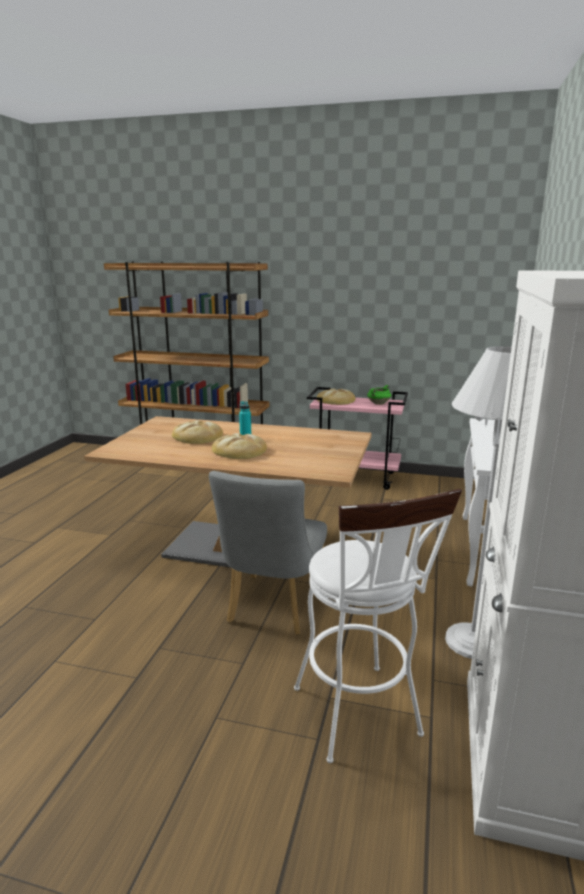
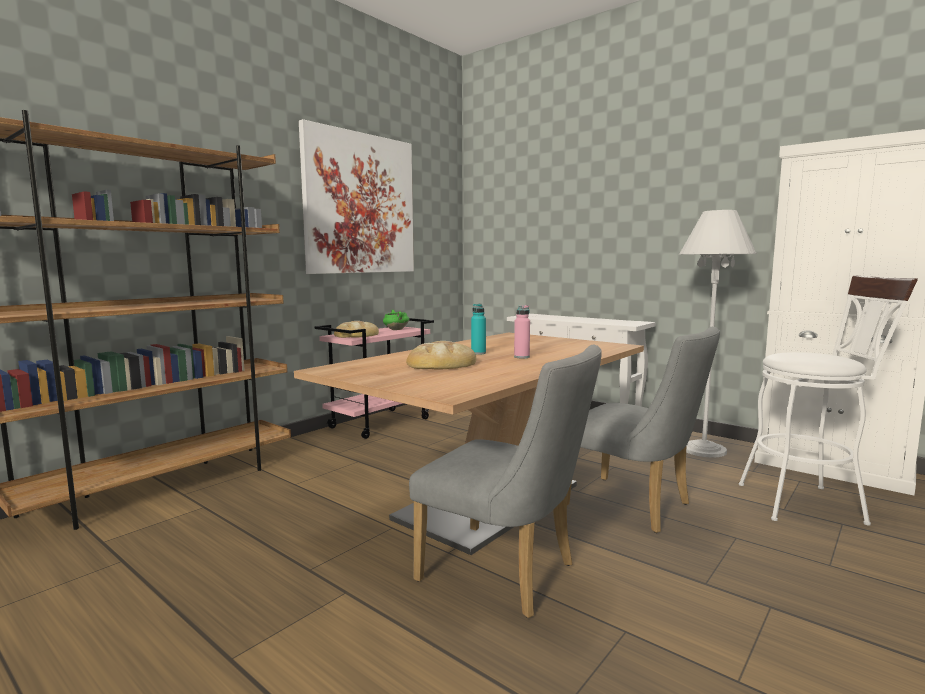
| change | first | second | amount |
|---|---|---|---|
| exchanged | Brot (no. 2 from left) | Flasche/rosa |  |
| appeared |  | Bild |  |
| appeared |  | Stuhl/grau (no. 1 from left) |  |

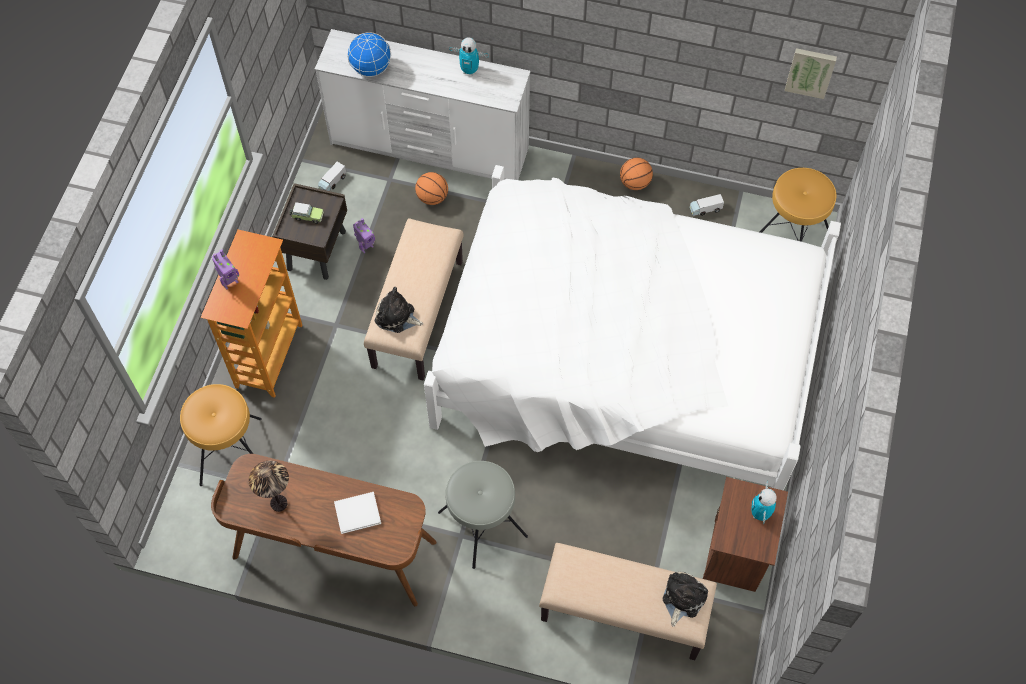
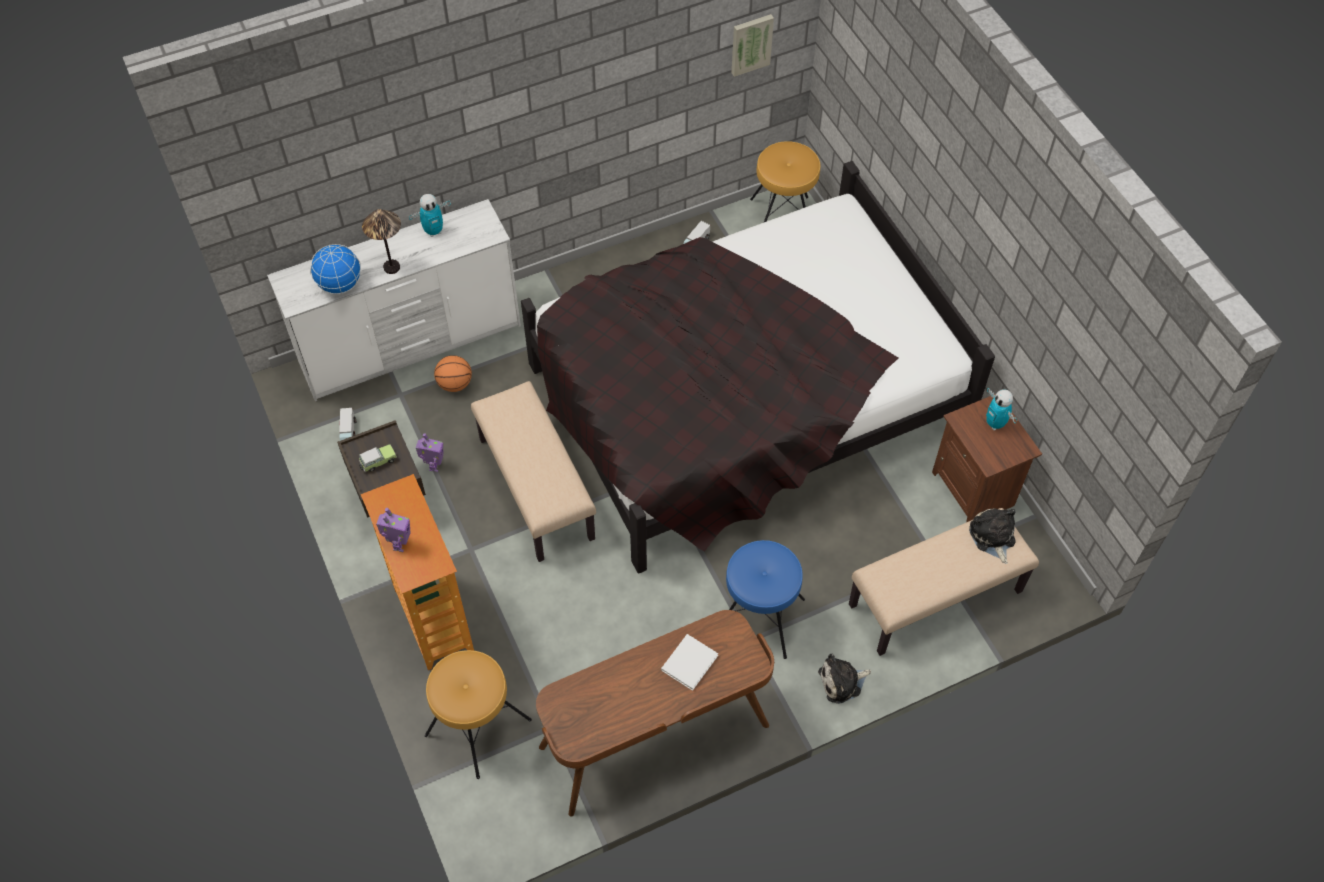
| change | first | second | amount |
|---|---|---|---|
| relocated | Tischlampe |  |  |
| relocated | Plüschtier (no. 1 from left) |  |  |
| colour | Bett/weiß | Bett/schwarz |  |
| colour | Hocker/grau | Hocker/blau |  |
| missing | Basketball (no. 2 from left) |  |  |

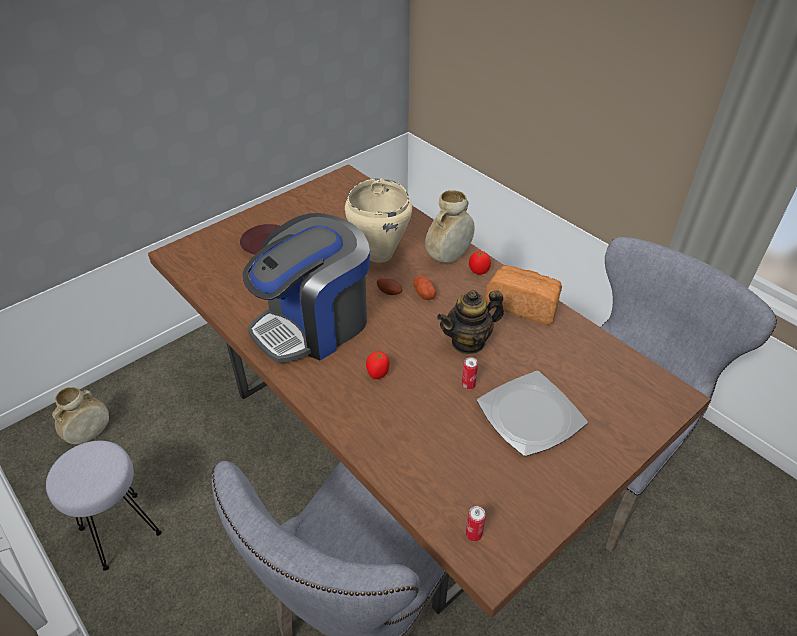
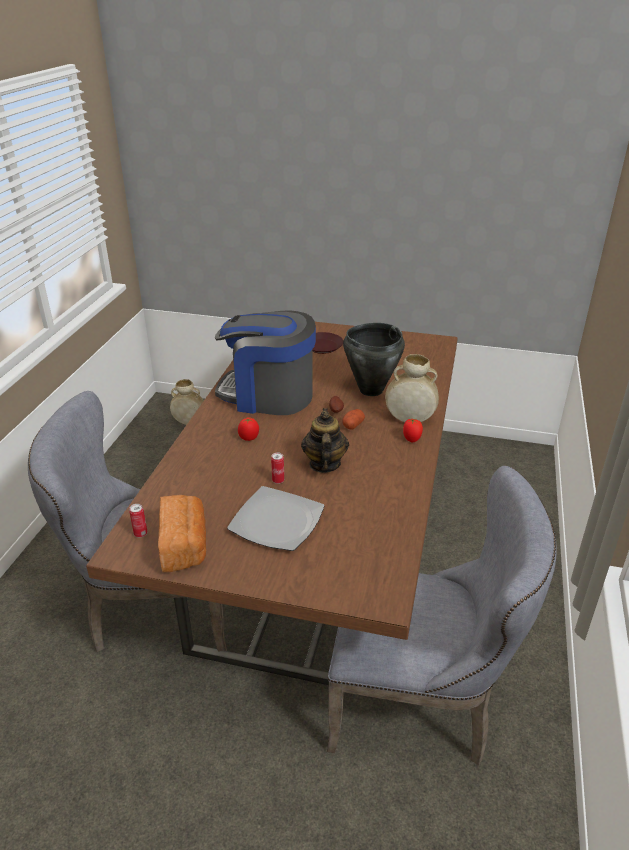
| change | first | second | amount |
|---|---|---|---|
| missing | Hocker/grau |  |  |
| colour | Kochtopf/beige | Kochtopf/schwarz |  |
| spun | Teekanne |  | 60 degrees clockwise |
| relocated | Brot |  |  |

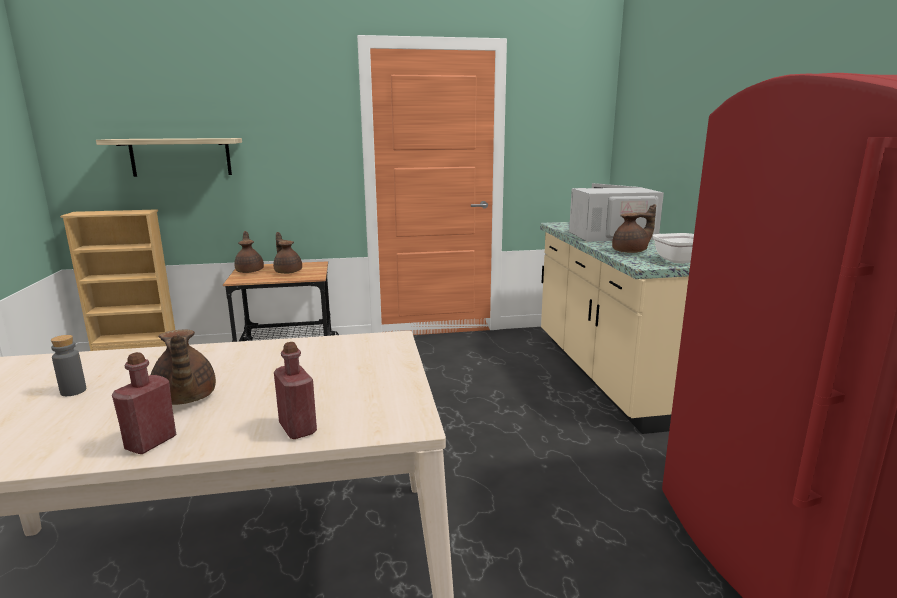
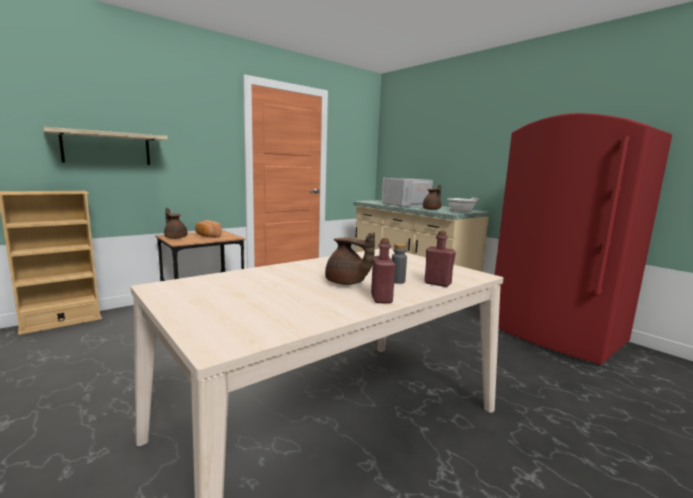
| change | first | second | amount |
|---|---|---|---|
| relocated | Flasche/grau |  |  |
| exchanged | Teekanne/braun (no. 3 from left) | Brot |  |

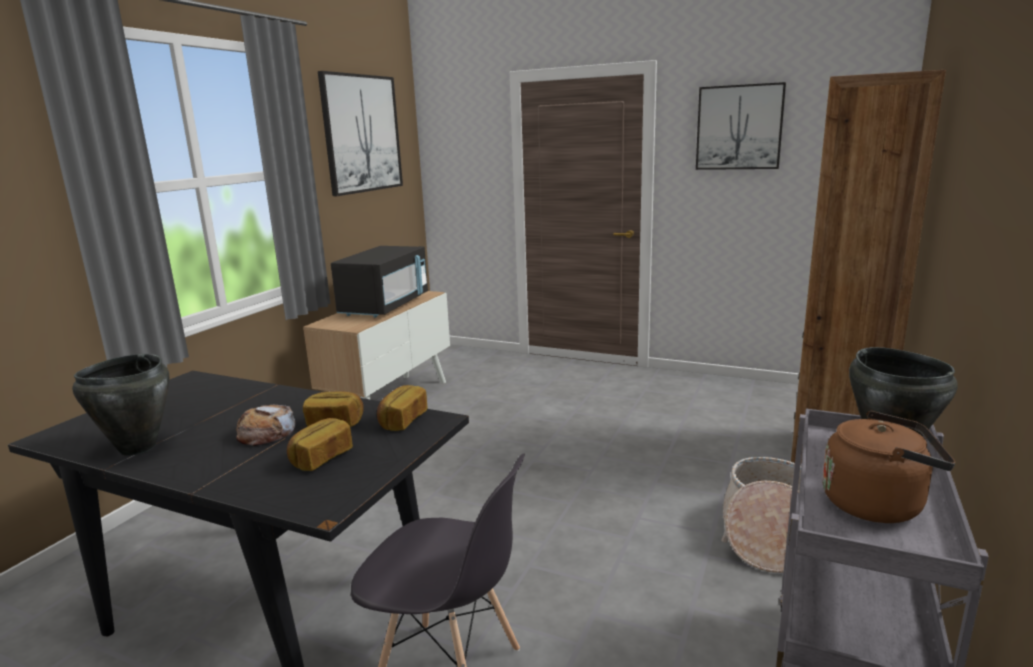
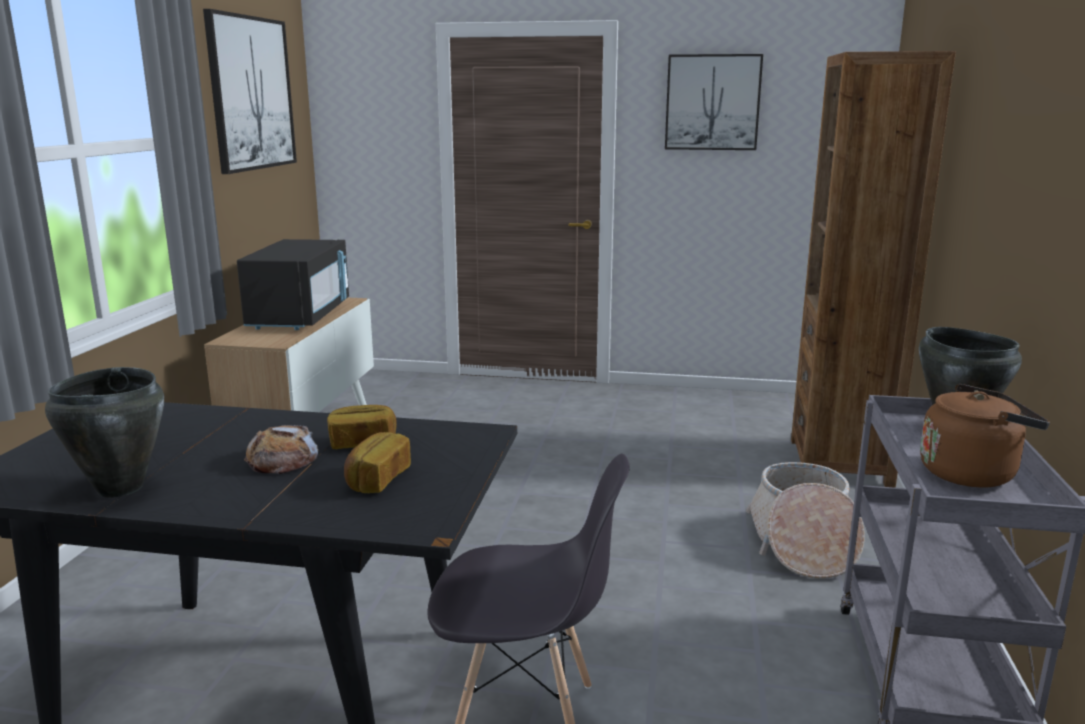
| change | first | second | amount |
|---|---|---|---|
| missing | Brot (no. 4 from left) |  |  |

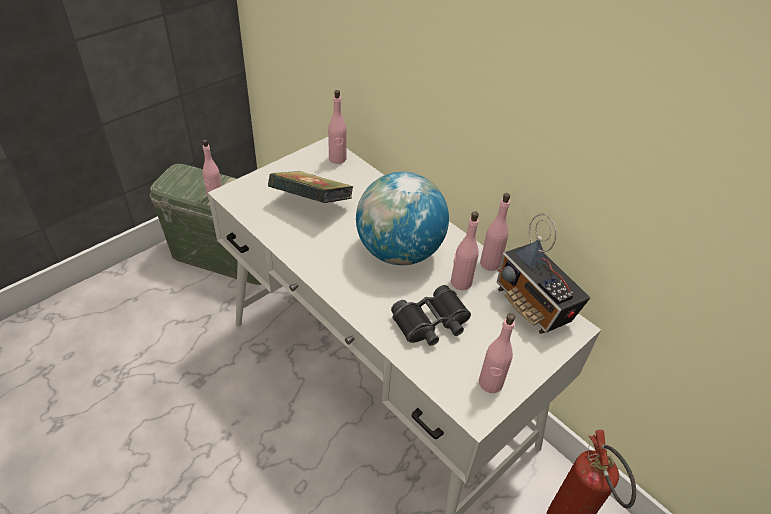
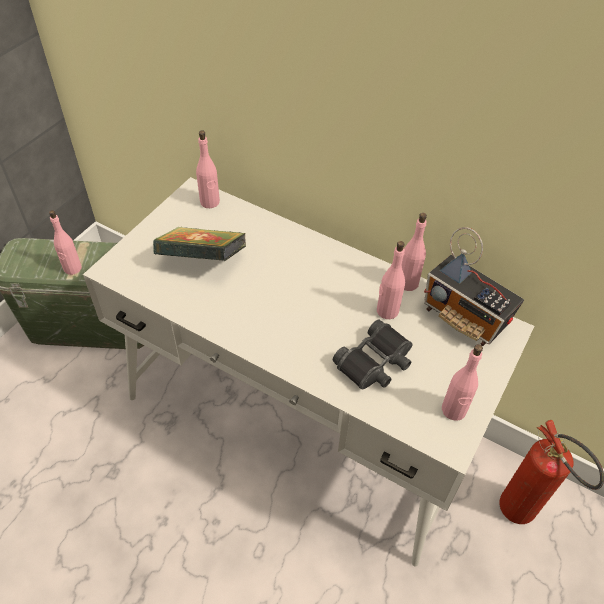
| change | first | second | amount |
|---|---|---|---|
| missing | Globus |  |  |

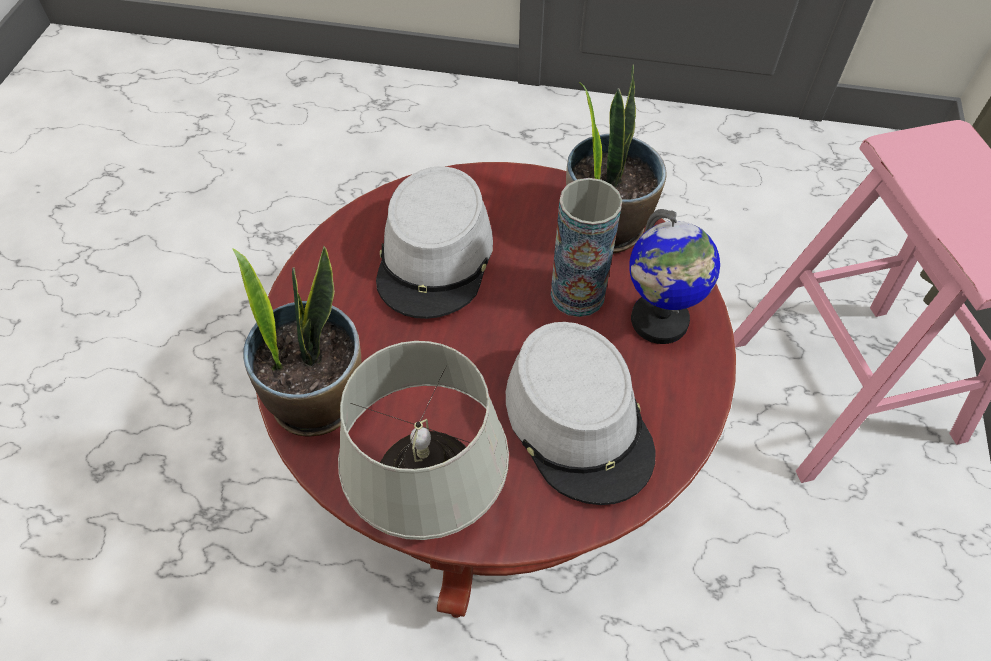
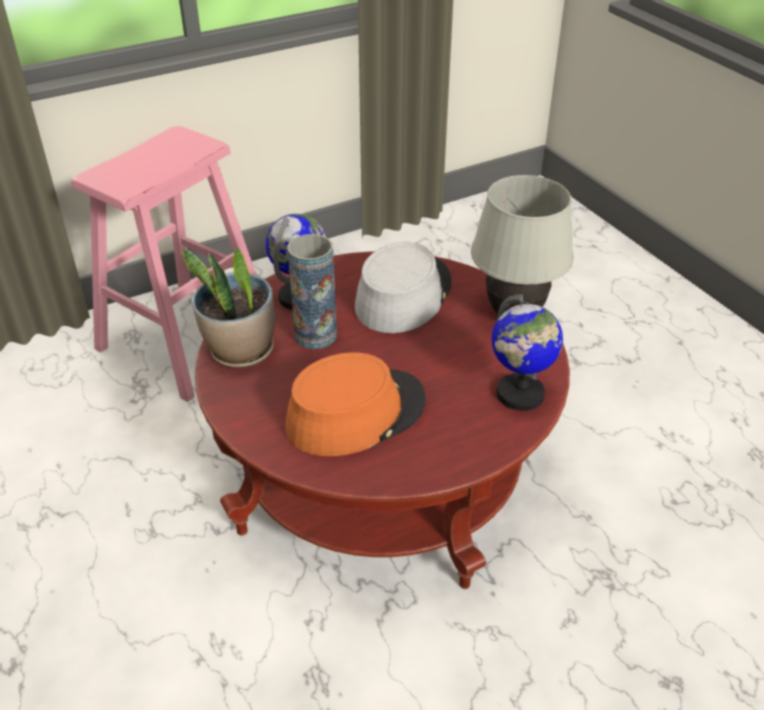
| change | first | second | amount |
|---|---|---|---|
| exchanged | Topfpflanze (no. 1 from left) | Globus (no. 2 from left) |  |
| colour | Hut/grau (no. 1 from left) | Hut/orange |  |

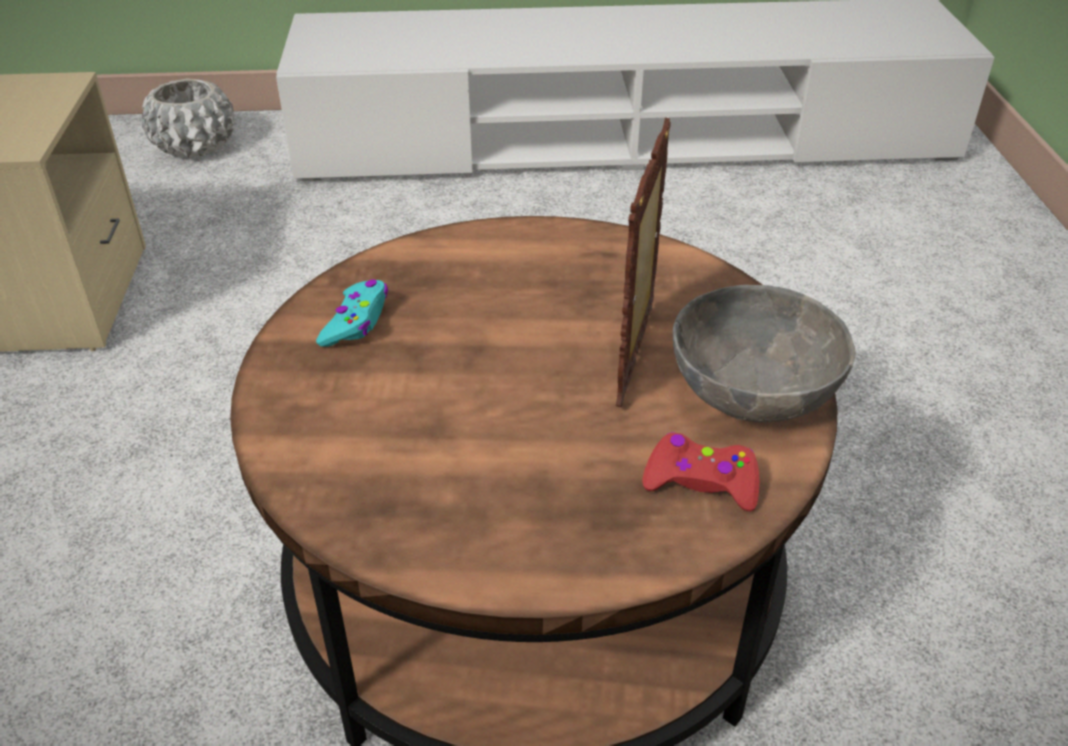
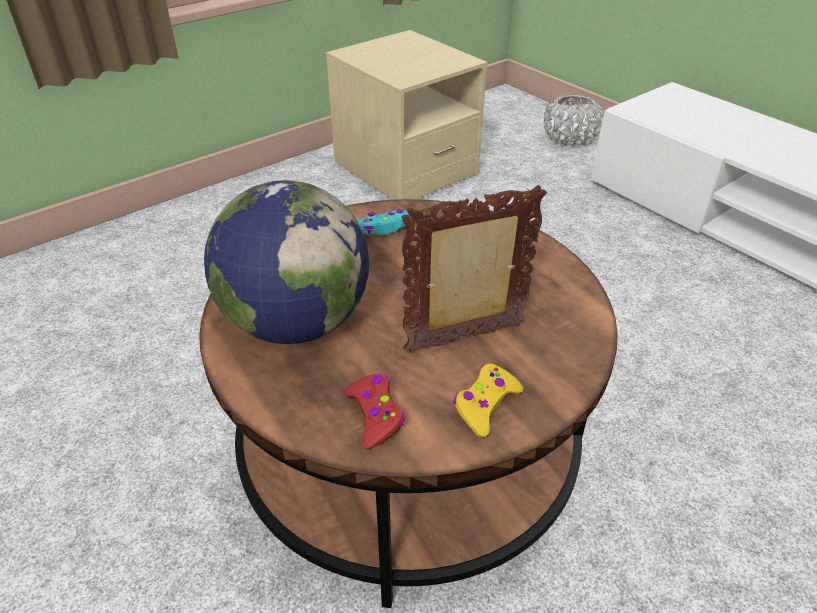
| change | first | second | amount |
|---|---|---|---|
| exchanged | Schüssel/grau | Gamepad/gelb |  |
| appeared |  | Globus |  |

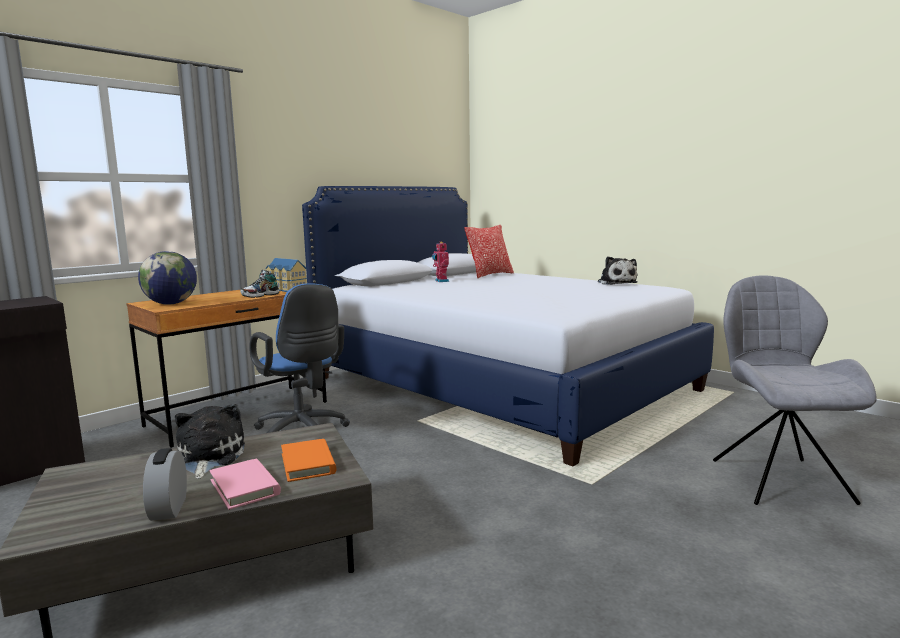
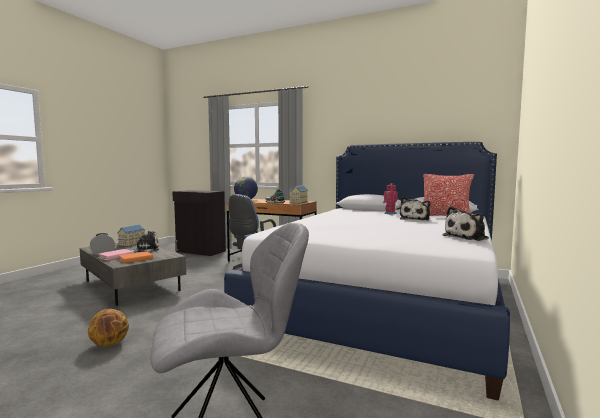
| change | first | second | amount |
|---|---|---|---|
| appeared |  | Basketball |  |
| appeared |  | Spielzeughaus (no. 1 from left) |  |
| appeared |  | Plüschtier (no. 2 from left) |  |

